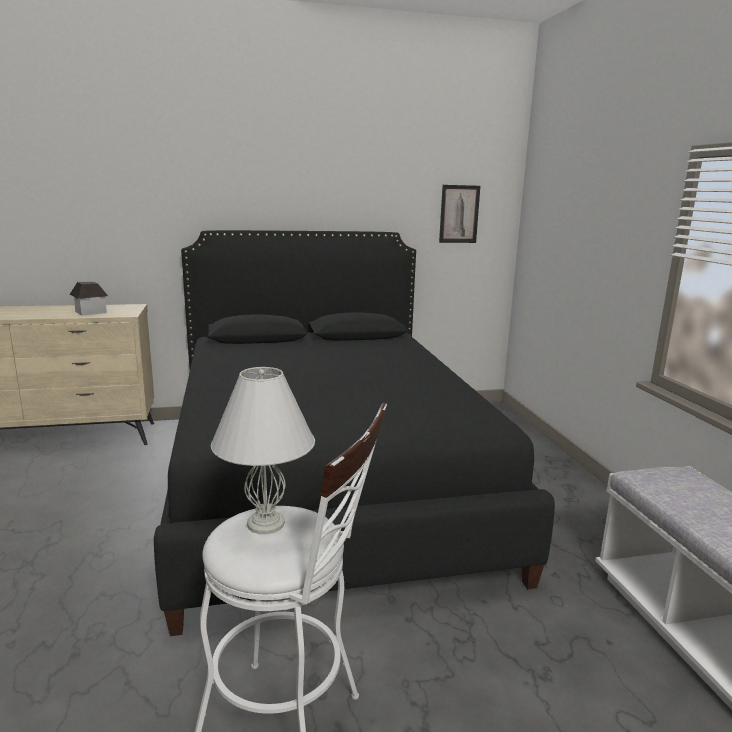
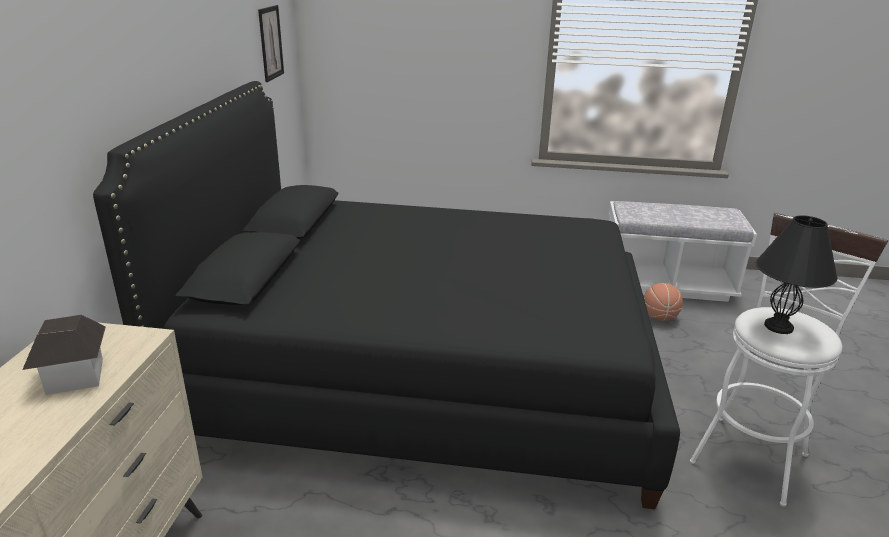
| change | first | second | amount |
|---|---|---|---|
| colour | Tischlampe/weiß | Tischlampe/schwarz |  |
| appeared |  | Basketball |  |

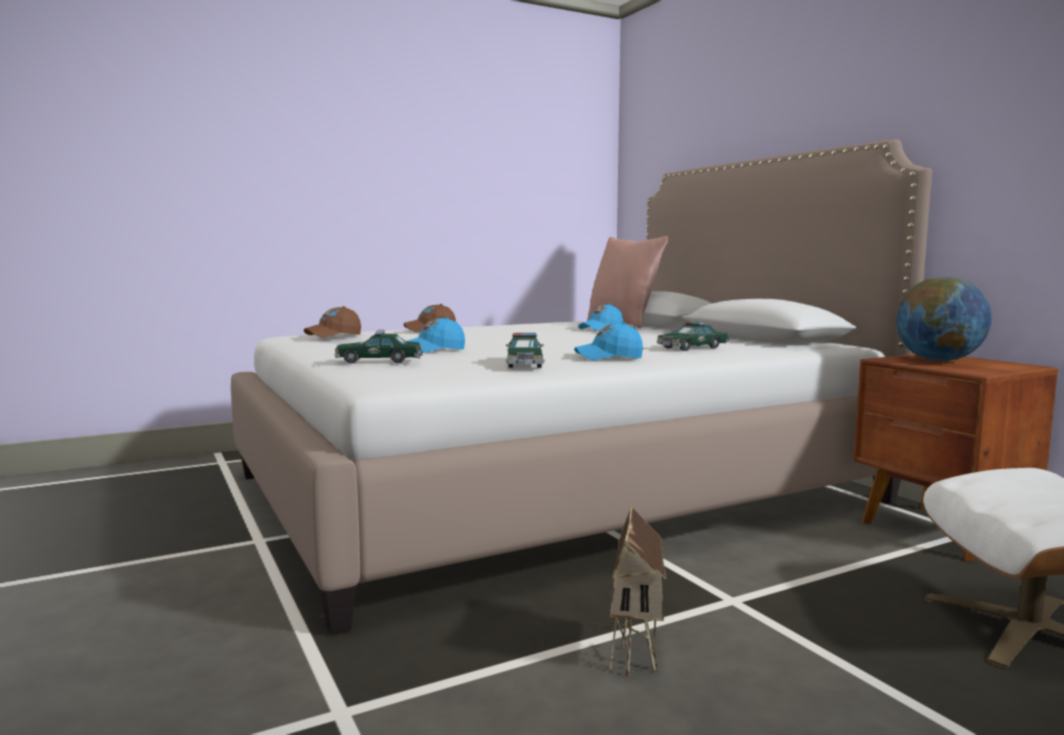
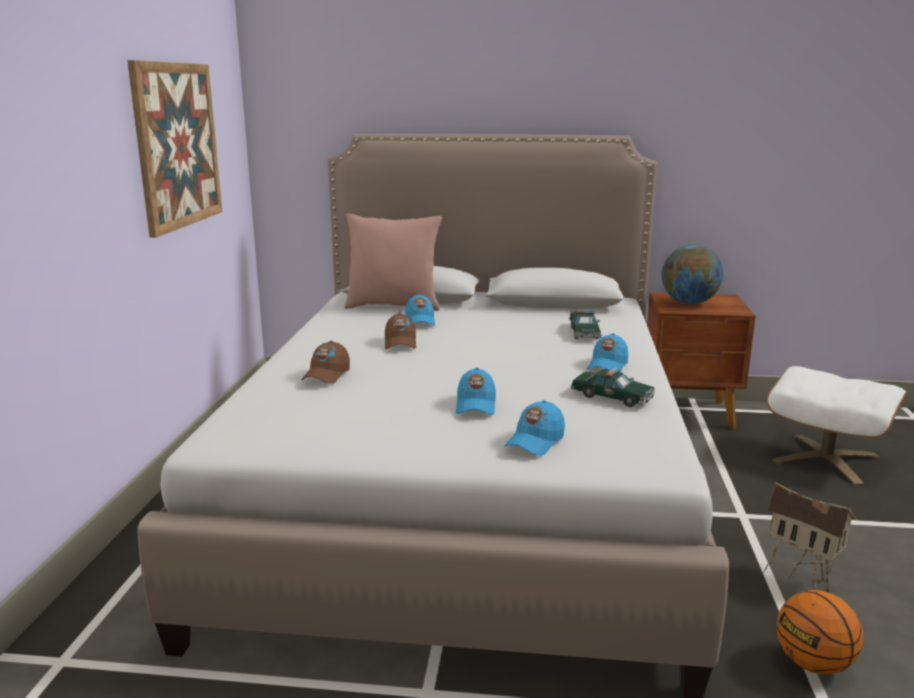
| change | first | second | amount |
|---|---|---|---|
| relocated | Kappe/braun (no. 1 from left in the first image) | Kappe/braun (no. 2 from left) |  |
| exchanged | Spielzeugauto (no. 1 from left) | Kappe/blau (no. 3 from left) |  |
| appeared |  | Bild |  |
| appeared |  | Basketball |  |

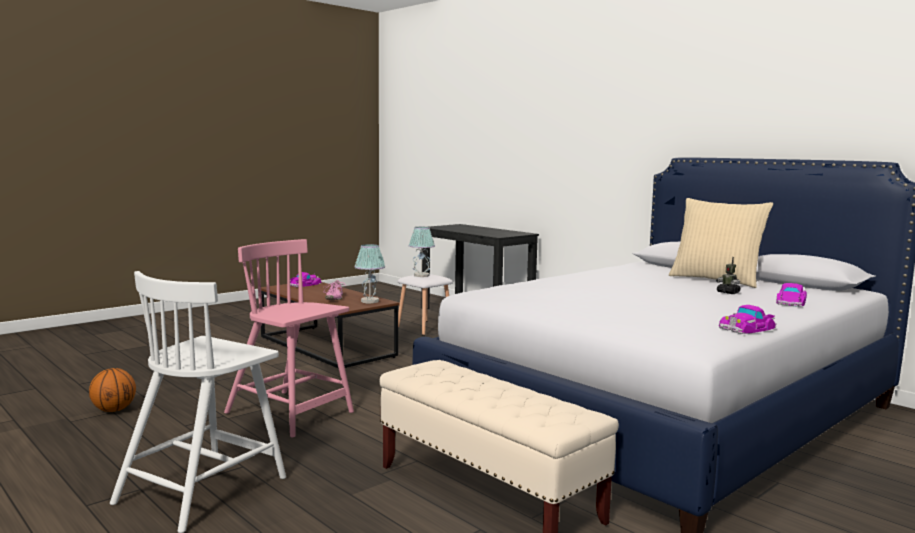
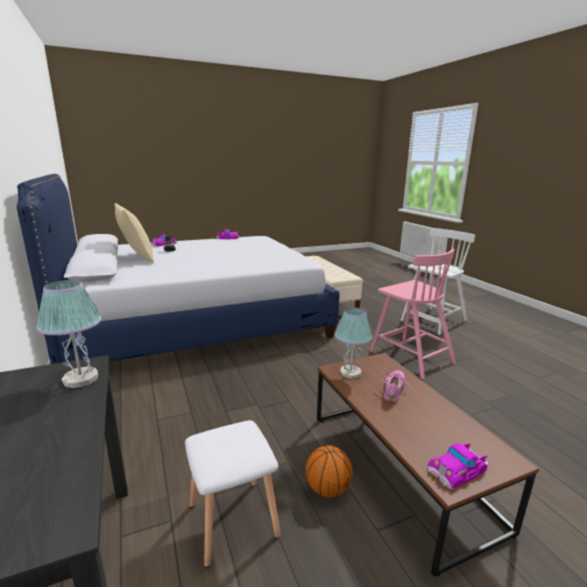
| change | first | second | amount |
|---|---|---|---|
| relocated | Basketball |  |  |
| relocated | Tischlampe (no. 2 from left in the first image) | Tischlampe (no. 1 from left) |  |

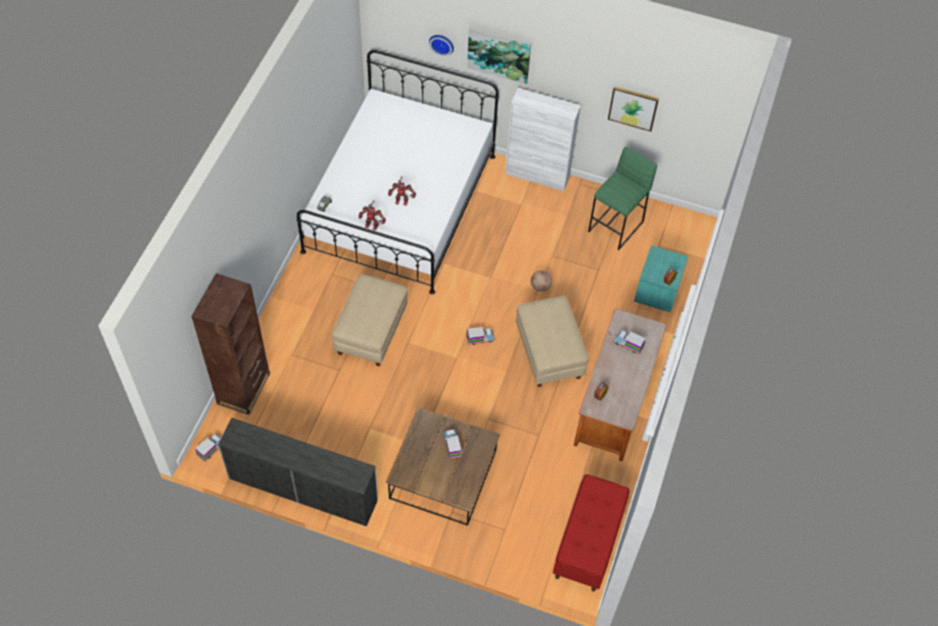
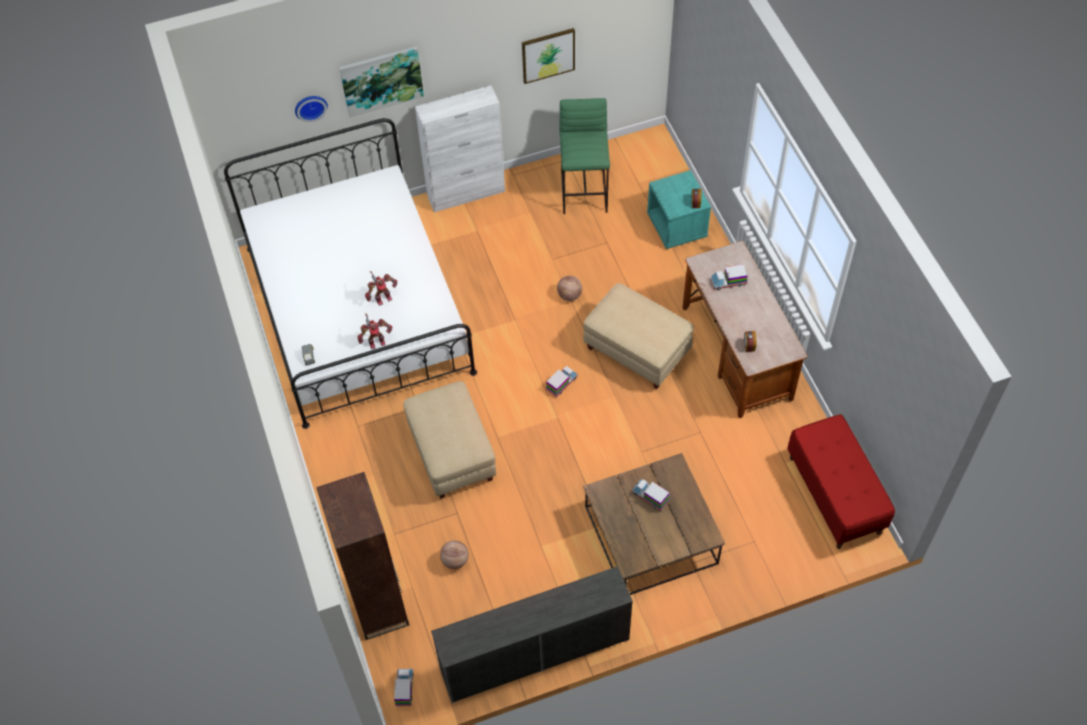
| change | first | second | amount |
|---|---|---|---|
| appeared |  | Basketball (no. 1 from left) |  |

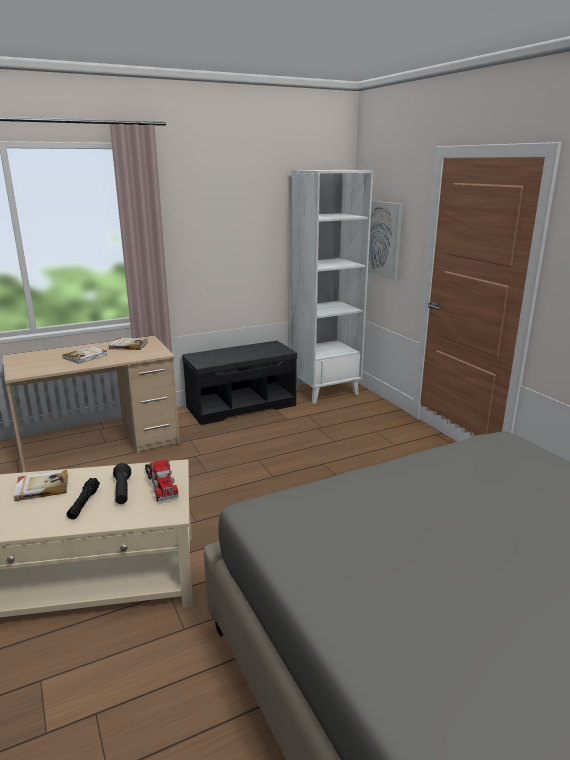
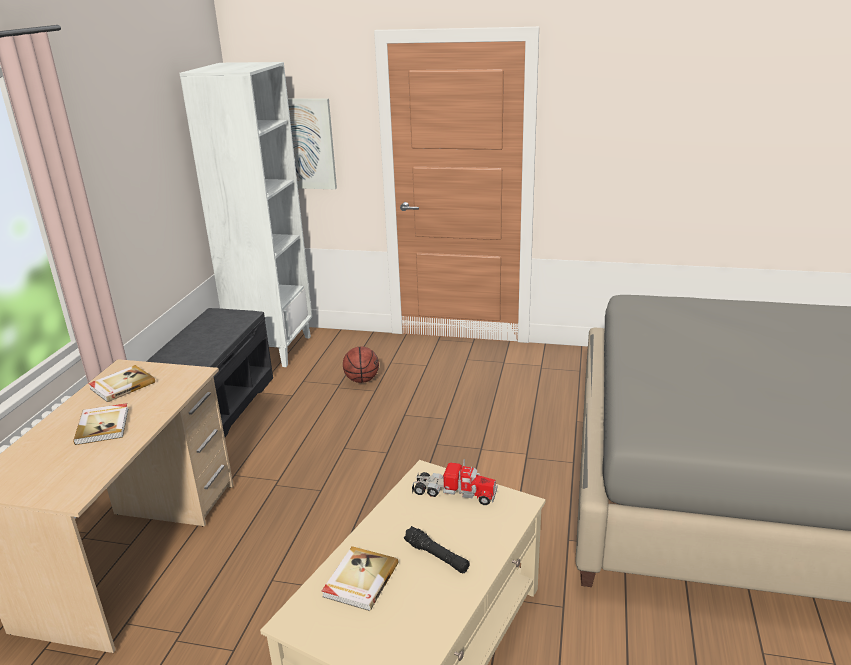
| change | first | second | amount |
|---|---|---|---|
| missing | Taschenlampe/schwarz (no. 2 from left) |  |  |
| appeared |  | Basketball |  |

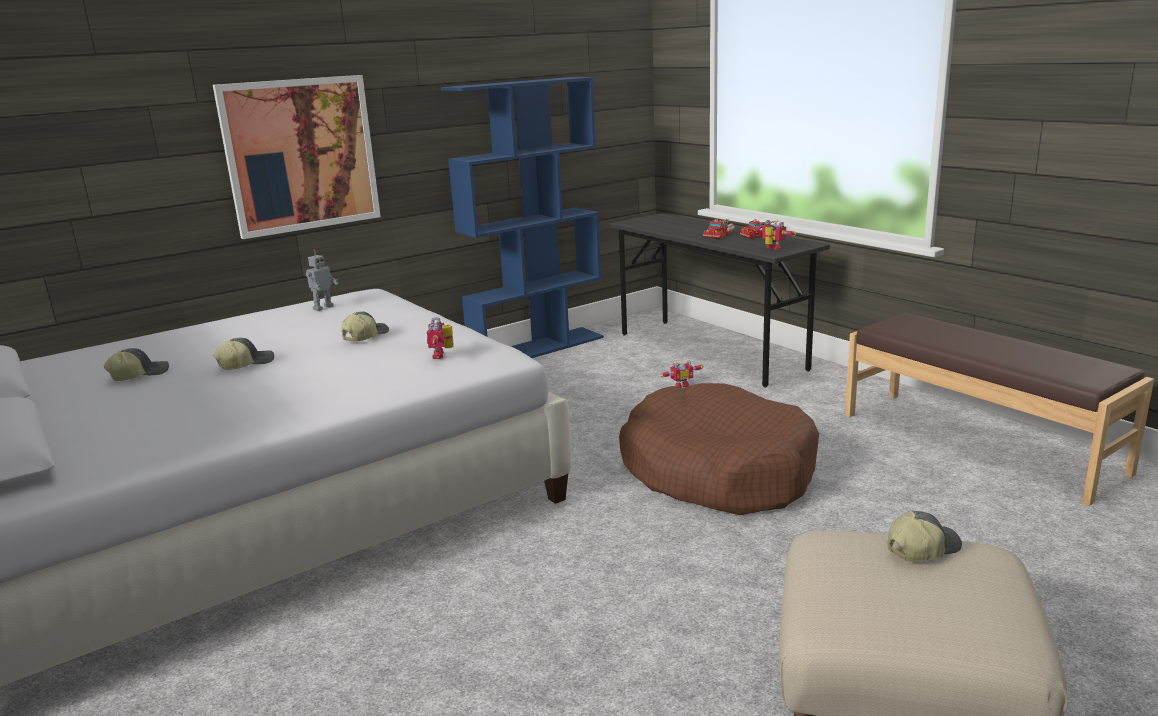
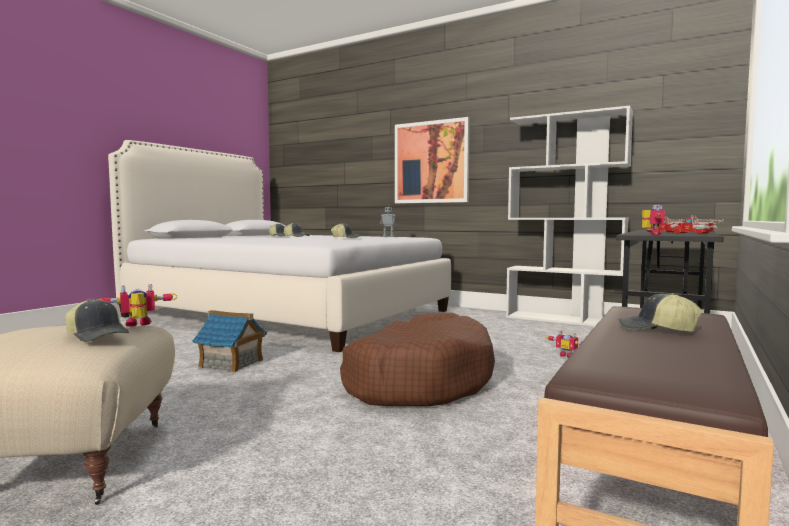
| change | first | second | amount |
|---|---|---|---|
| relocated | Spielzeugroboter (no. 2 from left in the first image) | Spielzeugroboter (no. 1 from left) |  |
| colour | Bücherregal/blau | Bücherregal/weiß |  |
| appeared |  | Spielzeughaus |  |
| appeared |  | Kappe (no. 5 from left) |  |

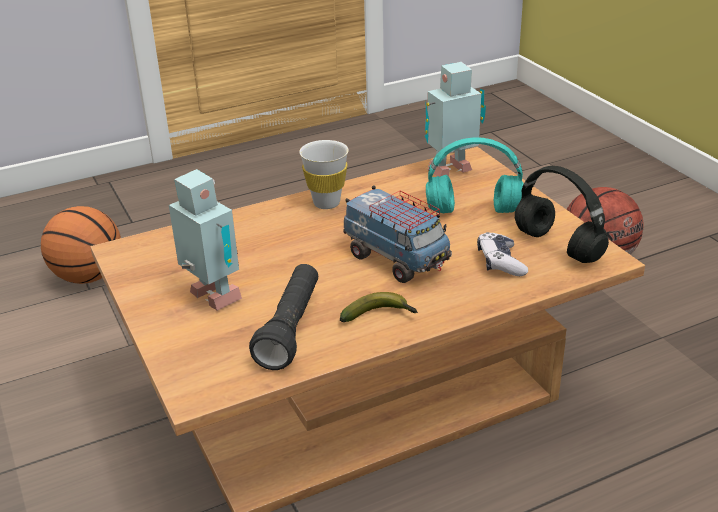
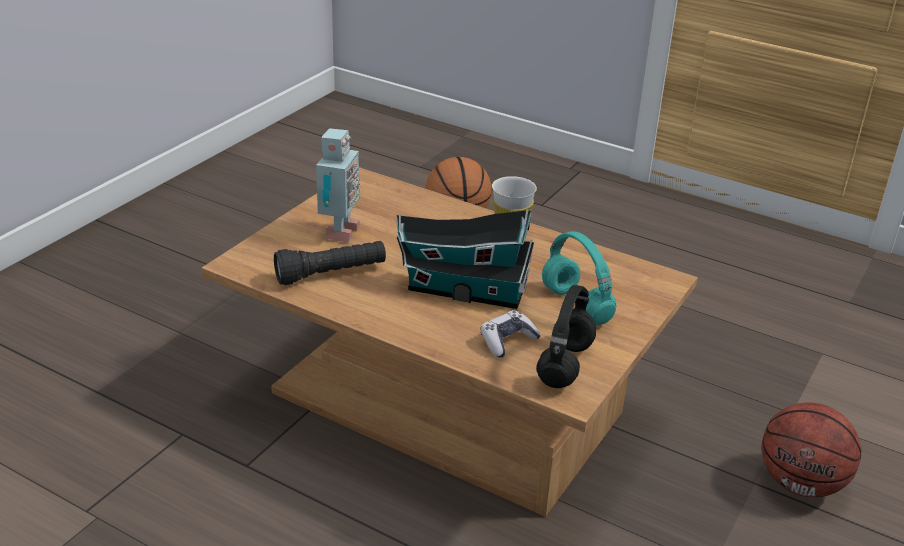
| change | first | second | amount |
|---|---|---|---|
| missing | Banane |  |  |
| exchanged | Spielzeuglaster | Spielzeughaus |  |
| missing | Spielzeugroboter (no. 2 from left) |  |  |

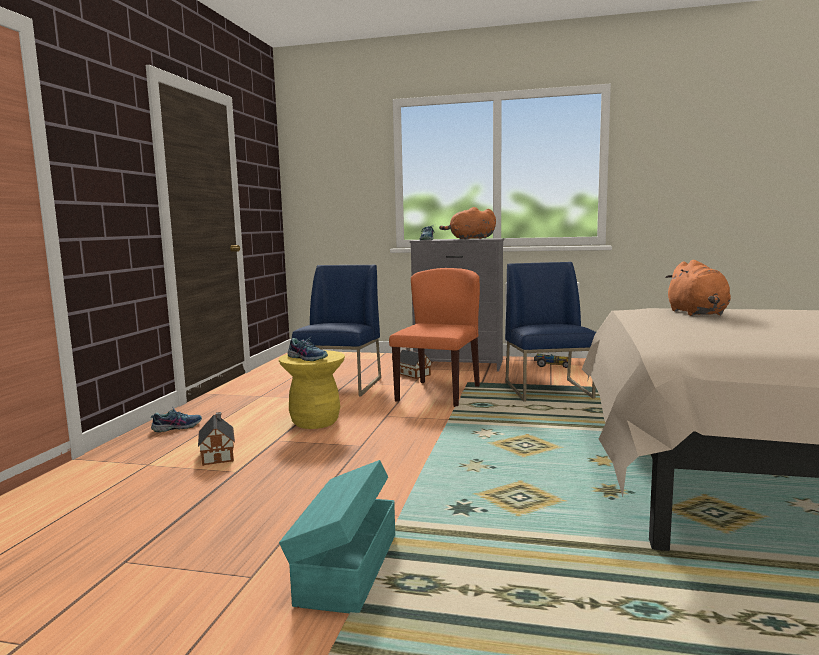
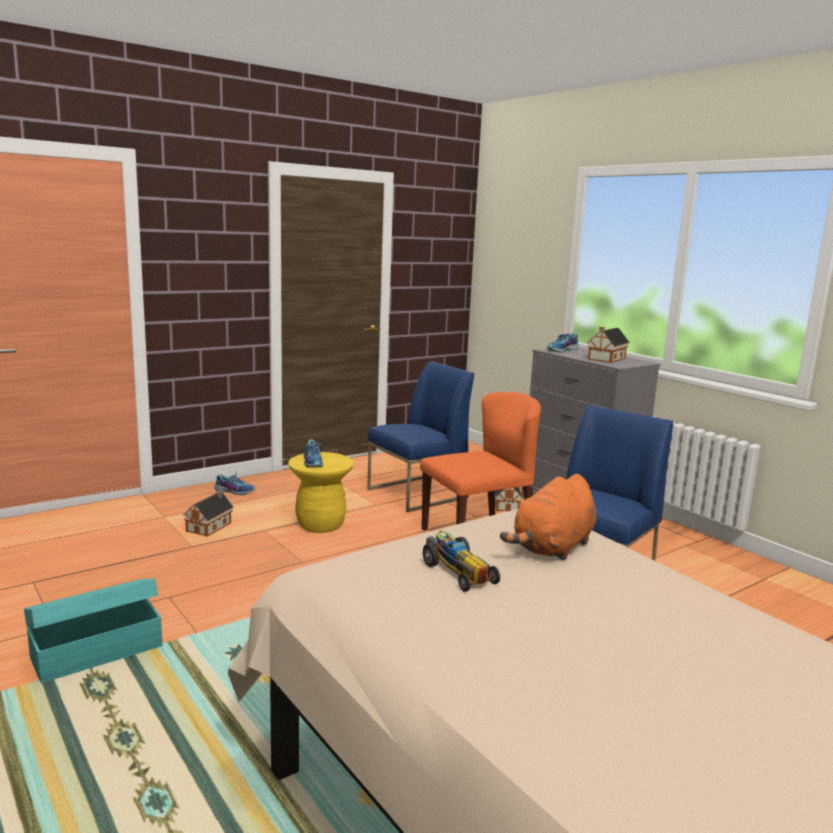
| change | first | second | amount |
|---|---|---|---|
| exchanged | Plüschtier/orange (no. 1 from left) | Spielzeughaus (no. 3 from left) |  |
| relocated | Spielzeugauto |  |  |

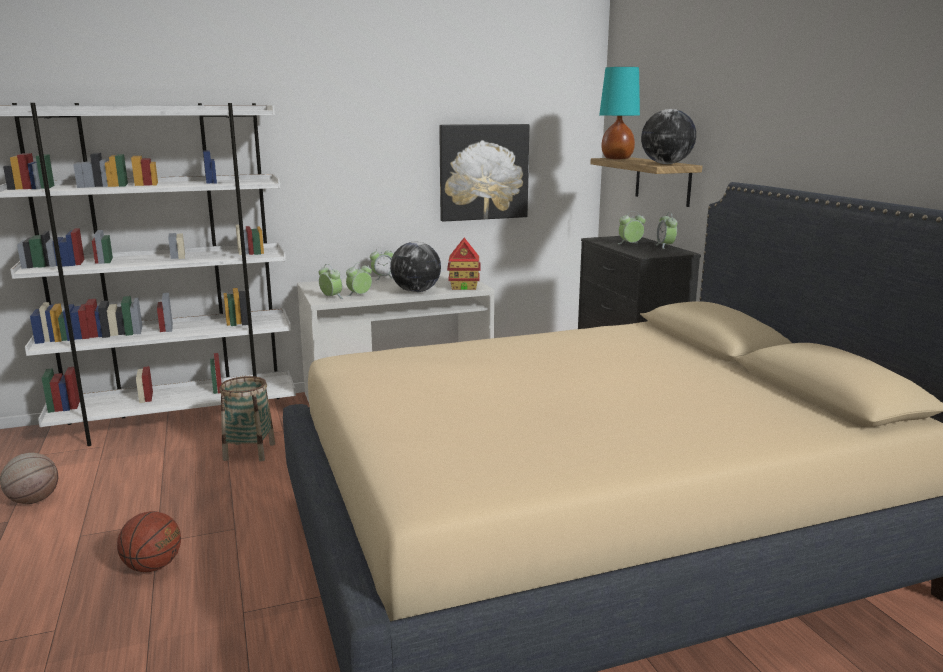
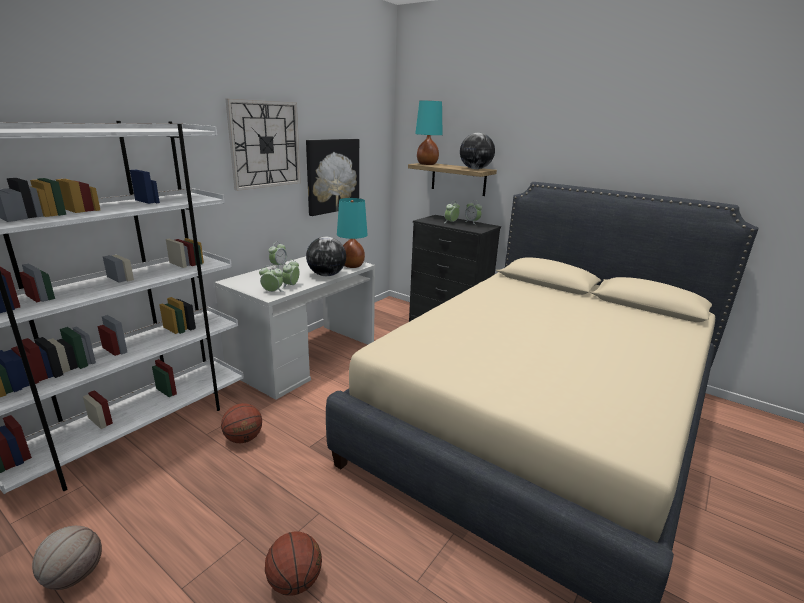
| change | first | second | amount |
|---|---|---|---|
| exchanged | Korb | Basketball (no. 2 from left) |  |
| exchanged | Spielzeughaus | Tischlampe/türkis (no. 1 from left) |  |
| appeared |  | Wanduhr |  |

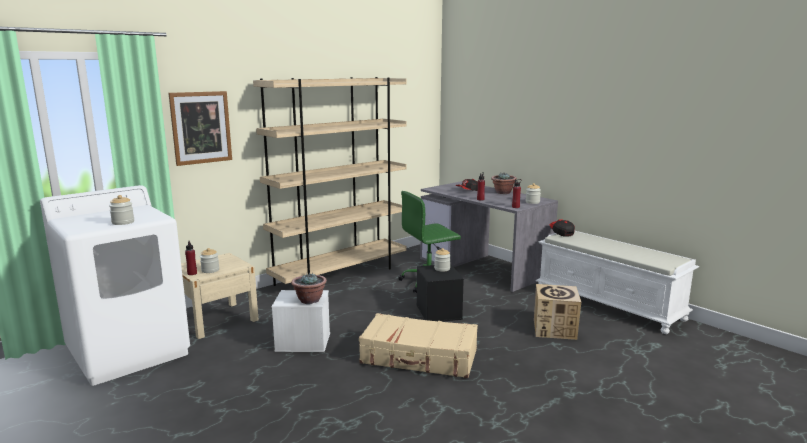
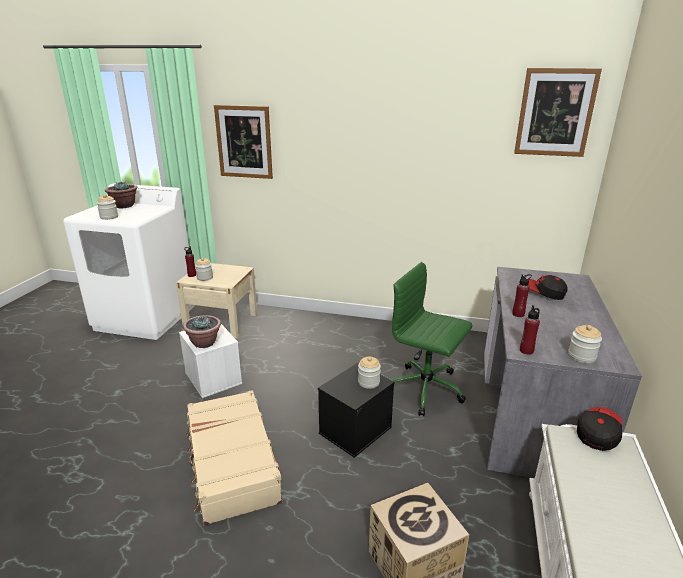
| change | first | second | amount |
|---|---|---|---|
| missing | Bücherregal/beige |  |  |
| relocated | Topfpflanze (no. 2 from left in the first image) | Topfpflanze (no. 1 from left) |  |
| appeared |  | Bild (no. 2 from left) |  |

